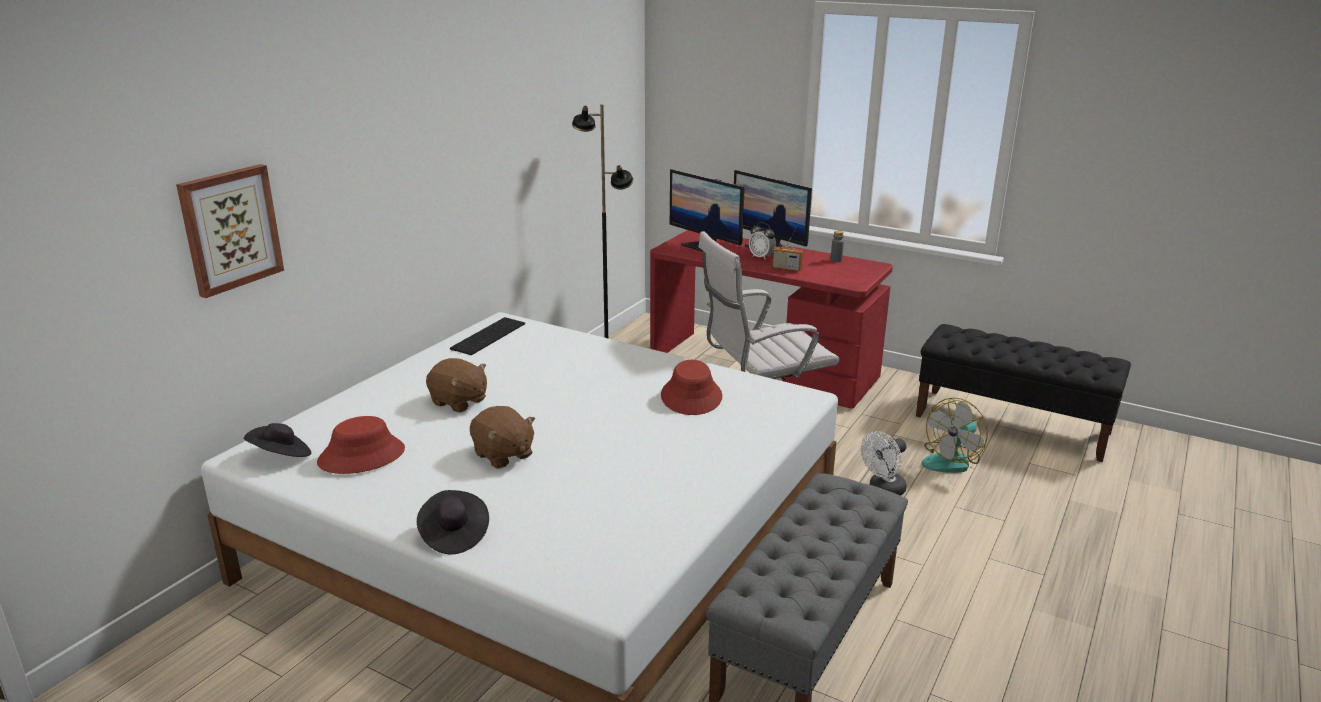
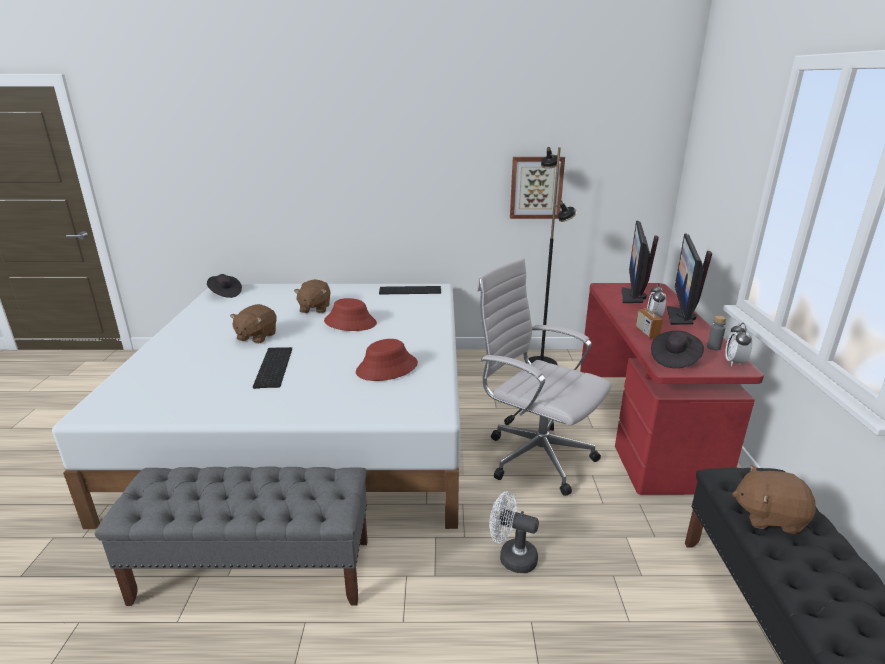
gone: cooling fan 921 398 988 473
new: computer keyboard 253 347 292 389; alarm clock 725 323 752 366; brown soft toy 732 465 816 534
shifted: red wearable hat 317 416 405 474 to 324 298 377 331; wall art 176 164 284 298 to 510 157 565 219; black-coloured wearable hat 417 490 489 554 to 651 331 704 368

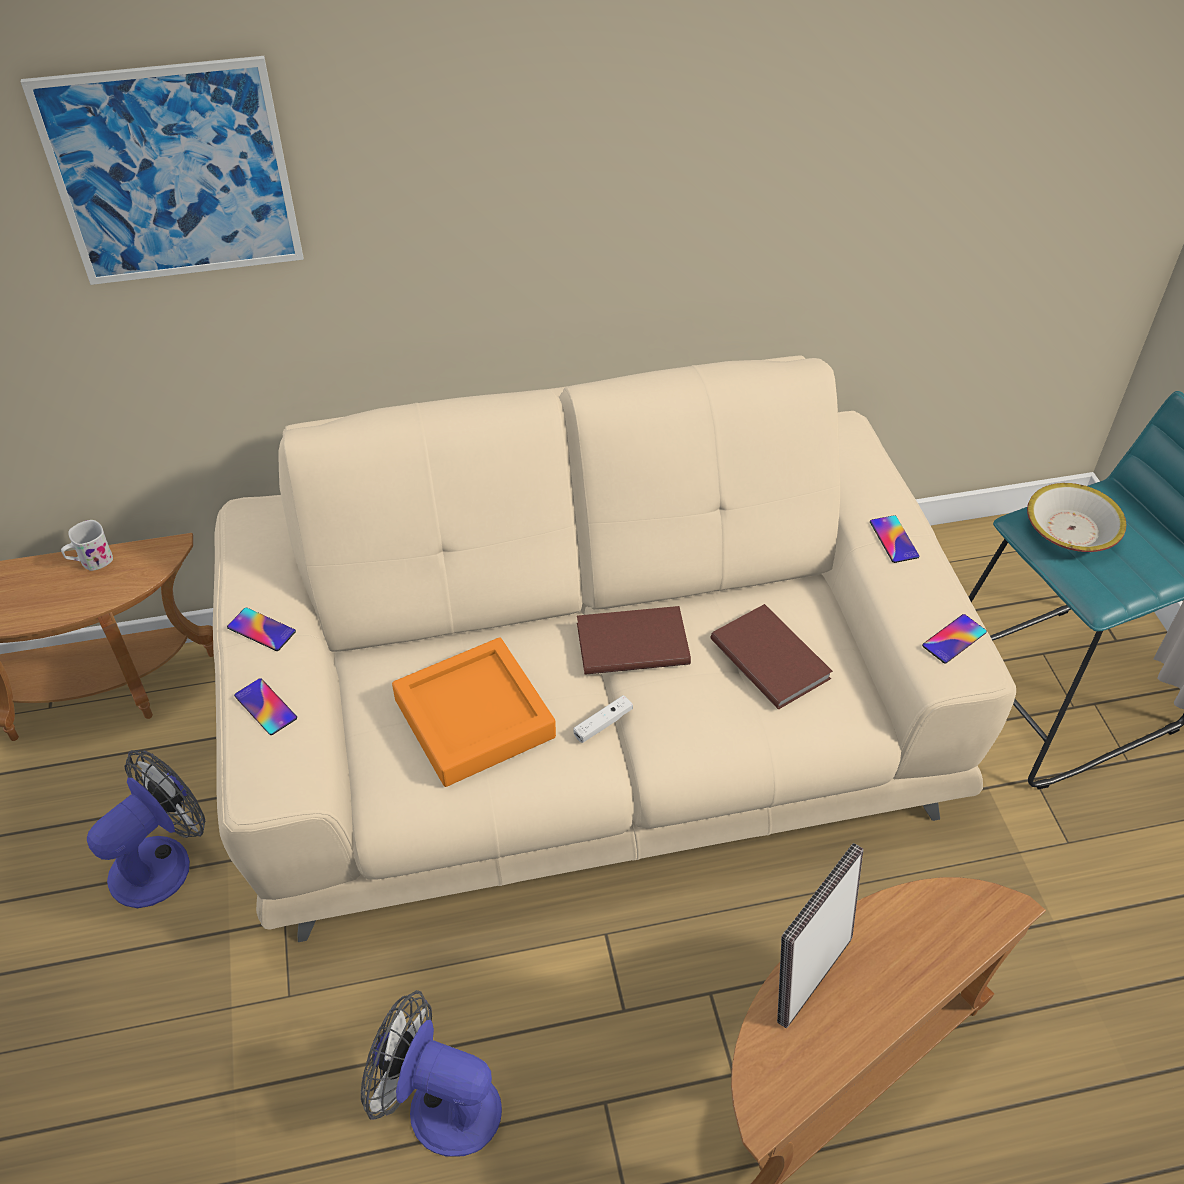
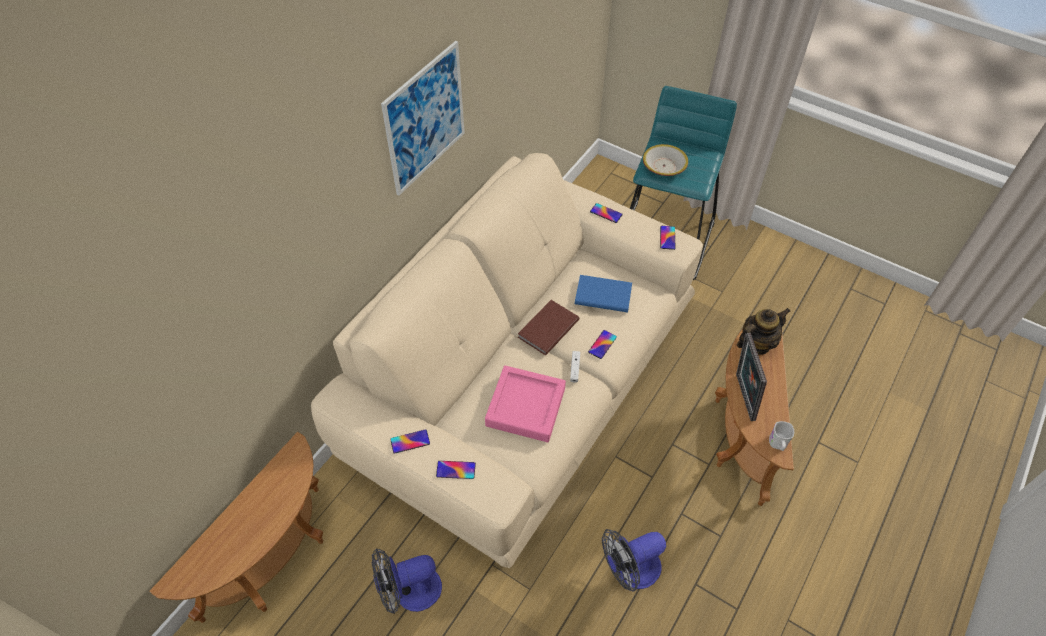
new: phone 588 330 617 359; tea pot 737 308 790 354
shifted: wall art 21 56 304 285 to 381 41 465 196; whitish tea mug 61 520 113 571 to 769 421 794 451
repainted: orangey carrying tray 392 637 556 787 to pinkish carrying tray 485 366 566 442; brown book 711 604 833 709 to blue book 575 275 632 312
rotated: cooling fan 87 750 206 908 = 372 548 442 614 105 degrees counterclockwise

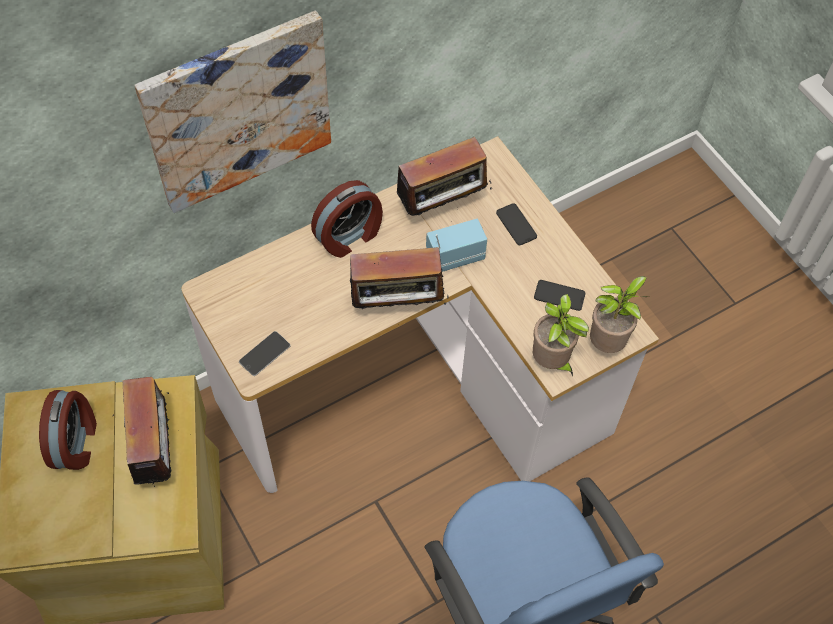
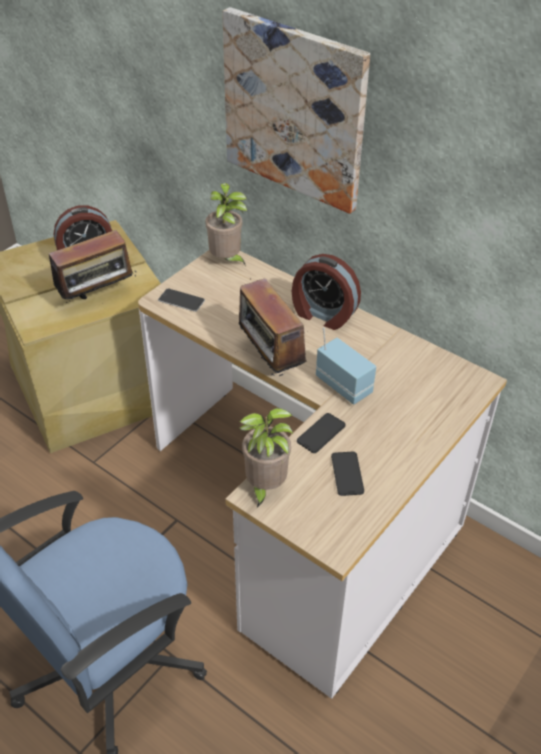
gone: radio 397 137 492 216
shifted: houseplant 590 276 649 353 to 205 183 247 266; phone 496 203 537 245 to 297 413 346 453

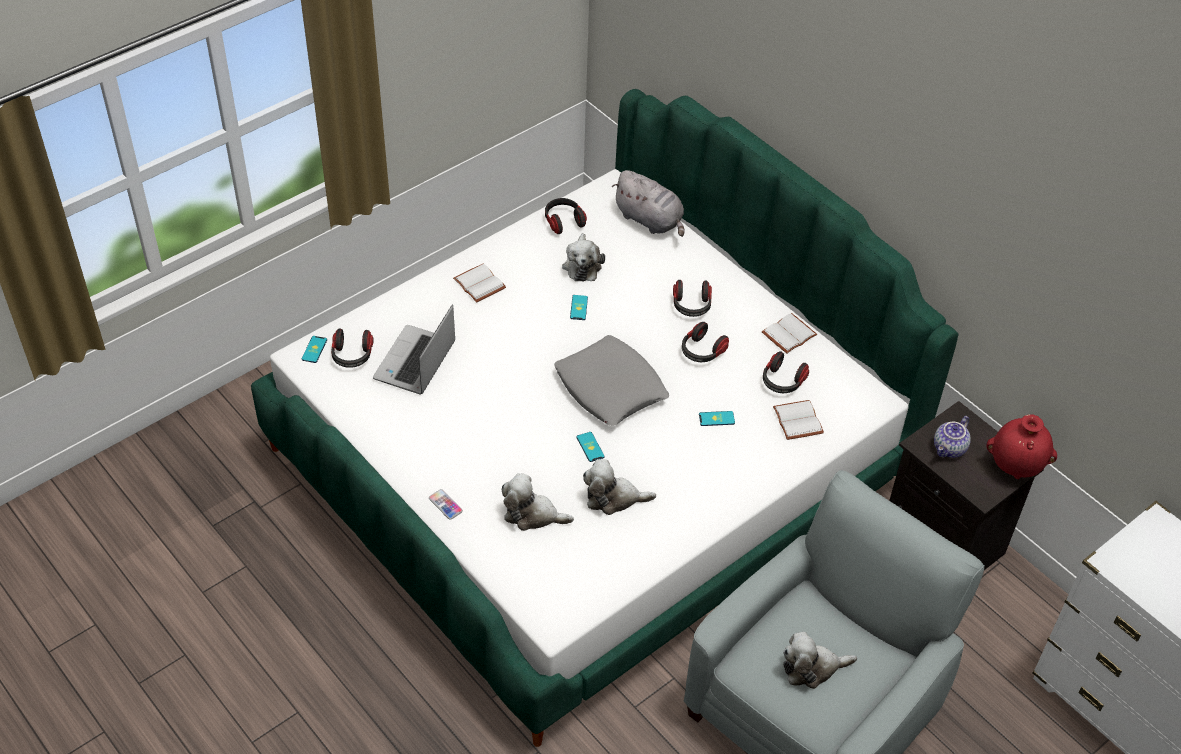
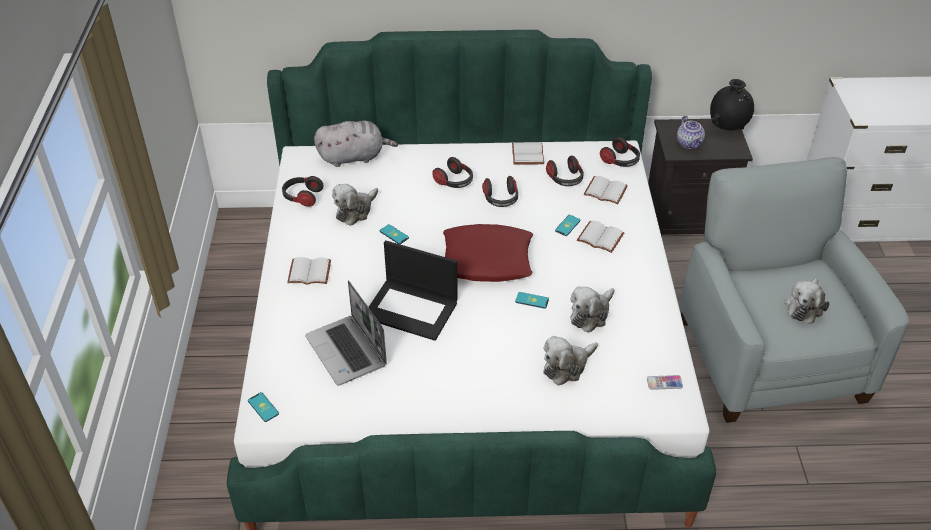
new: laptop 369 240 458 341; whitish book 577 220 624 253
shifted: headphones 331 329 373 368 to 600 137 640 167; phone 429 489 463 520 to 647 375 683 390
repainted: greyish pillow 554 335 670 426 to red pillow 443 224 533 282; red decorative vase 986 414 1057 479 to black-coloured decorative vase 710 79 754 130
rotated: soft toy 562 233 605 281 = 332 184 378 226 90 degrees clockwise

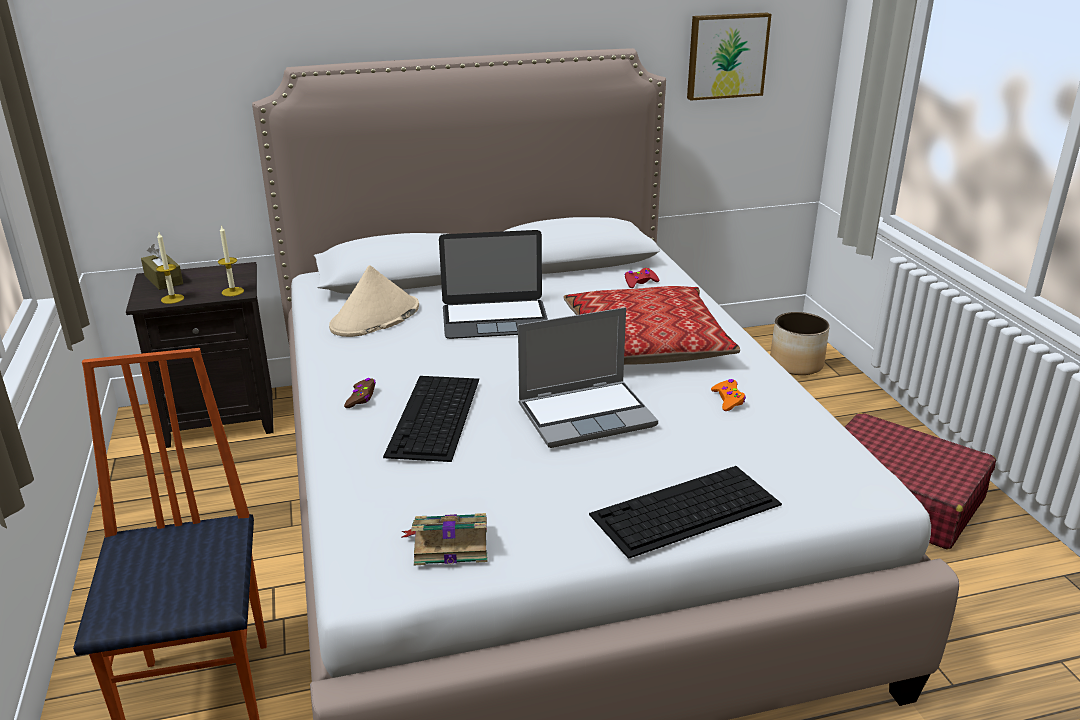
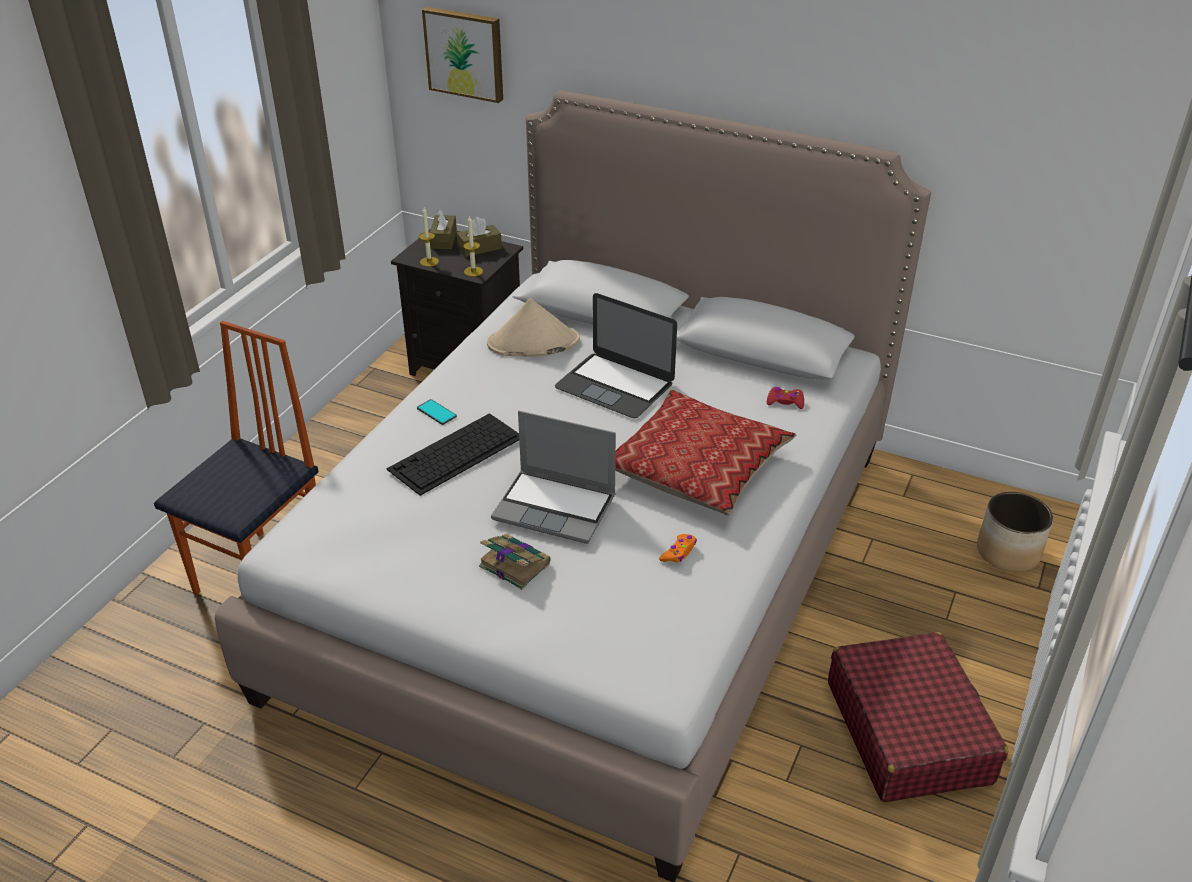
gone: computer keyboard 589 466 782 559
new: brown tissue holder 456 217 502 257
shifted: wall art 687 13 772 100 to 422 7 503 103; book 402 513 487 565 to 479 534 551 590
swapped: brown gamepad 344 378 376 408 to phone 417 399 457 425

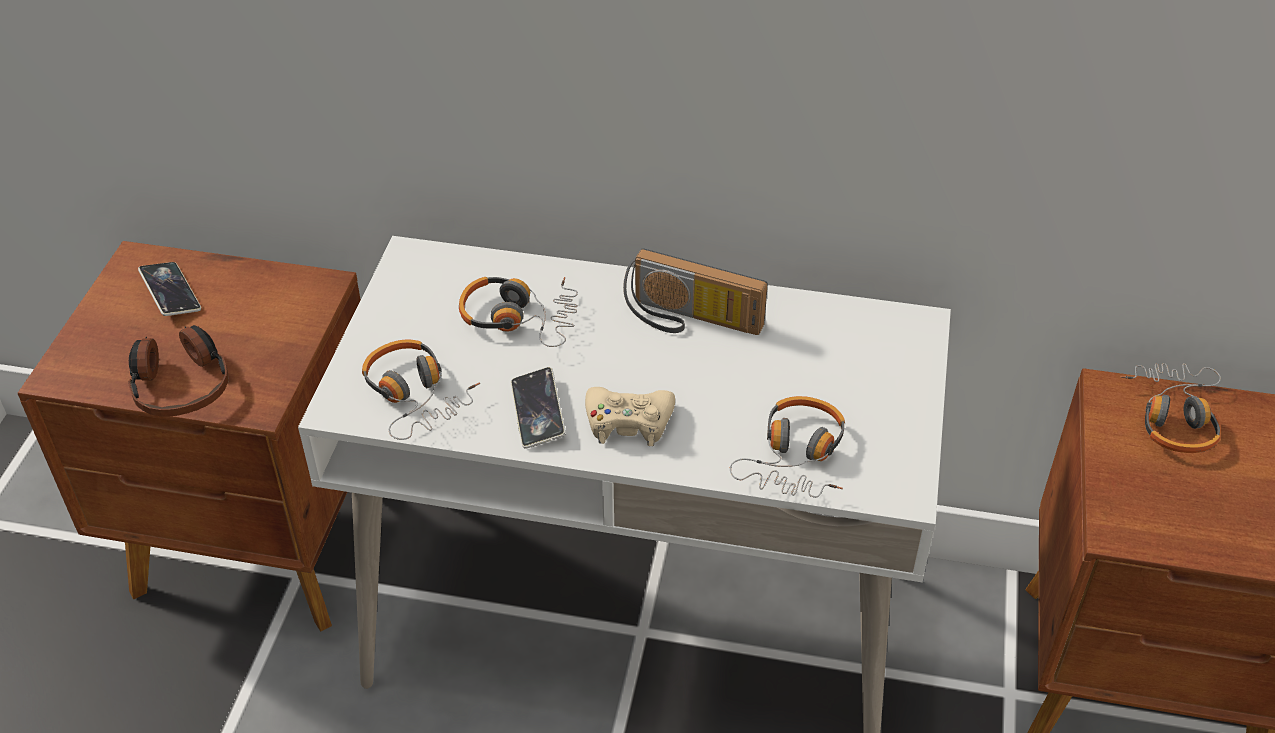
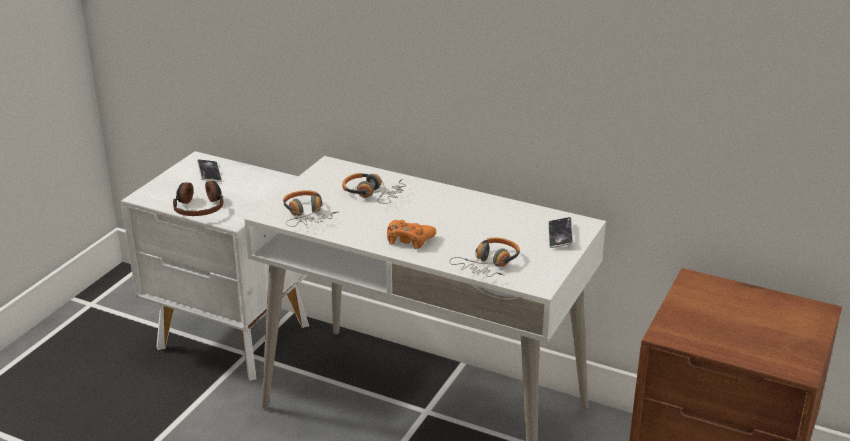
gone: radio 623 248 768 335; headphones 1120 363 1221 453
shifted: phone 511 367 566 448 to 548 217 573 248
repainted: brown night table 18 241 361 631 to whitish night table 121 151 309 381; beige-coloured gamepad 585 387 675 446 to orangey gamepad 387 220 436 249

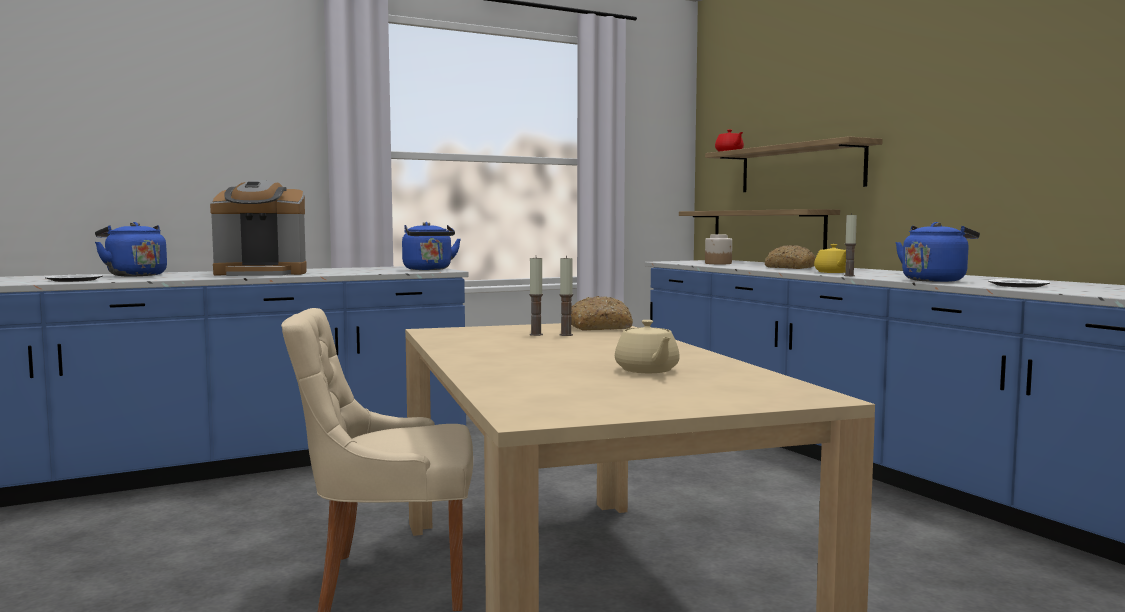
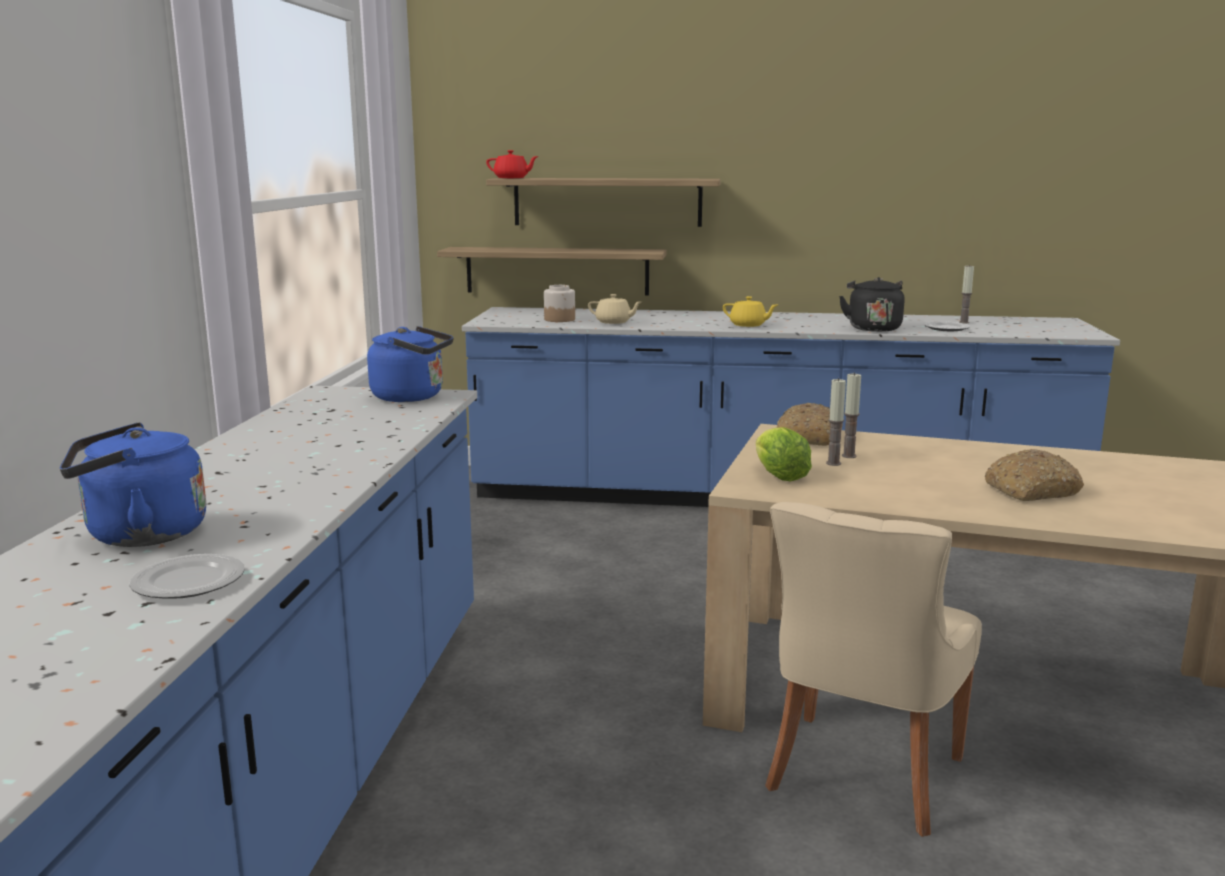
gone: coffee machine 210 180 307 276
new: head of lettuce 756 427 812 481
shifted: beige-coloured tea pot 615 320 680 373 to 588 294 643 324; wax light 844 213 857 276 to 959 264 974 323; baked bread 765 245 816 269 to 985 449 1084 501
repainted: blue water kettle 895 222 980 282 to black-coloured water kettle 839 277 905 332

